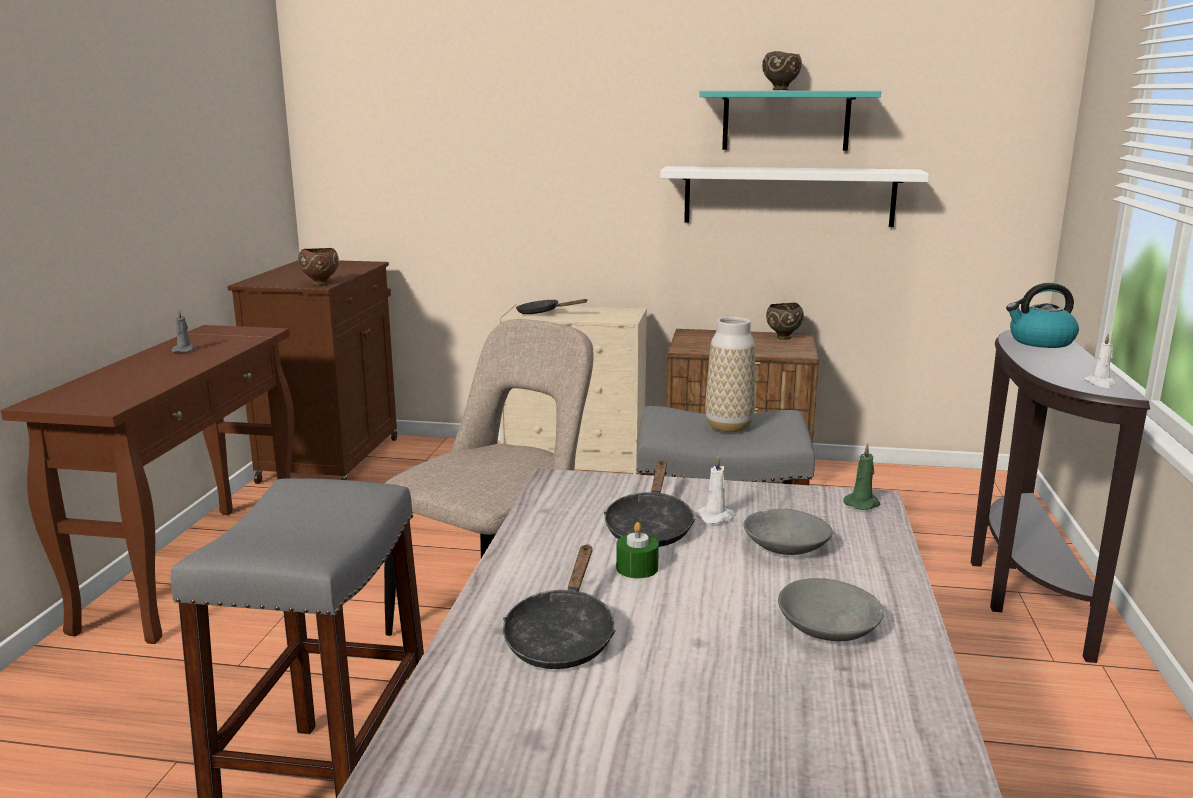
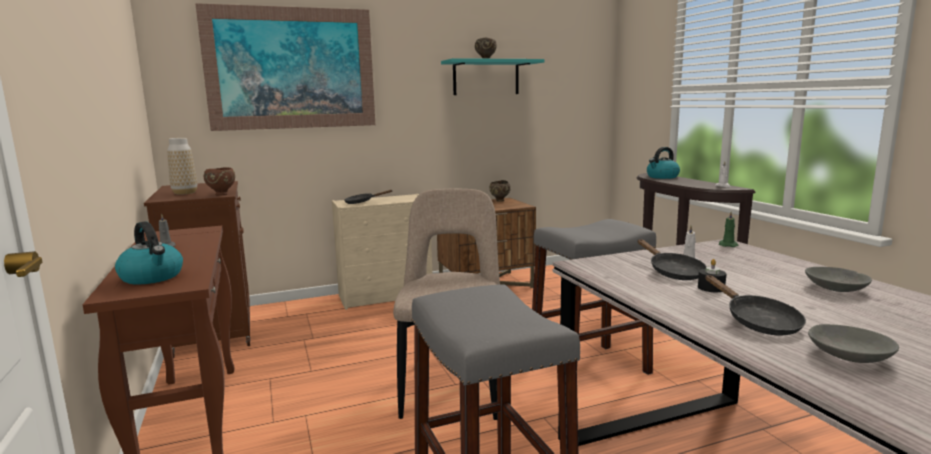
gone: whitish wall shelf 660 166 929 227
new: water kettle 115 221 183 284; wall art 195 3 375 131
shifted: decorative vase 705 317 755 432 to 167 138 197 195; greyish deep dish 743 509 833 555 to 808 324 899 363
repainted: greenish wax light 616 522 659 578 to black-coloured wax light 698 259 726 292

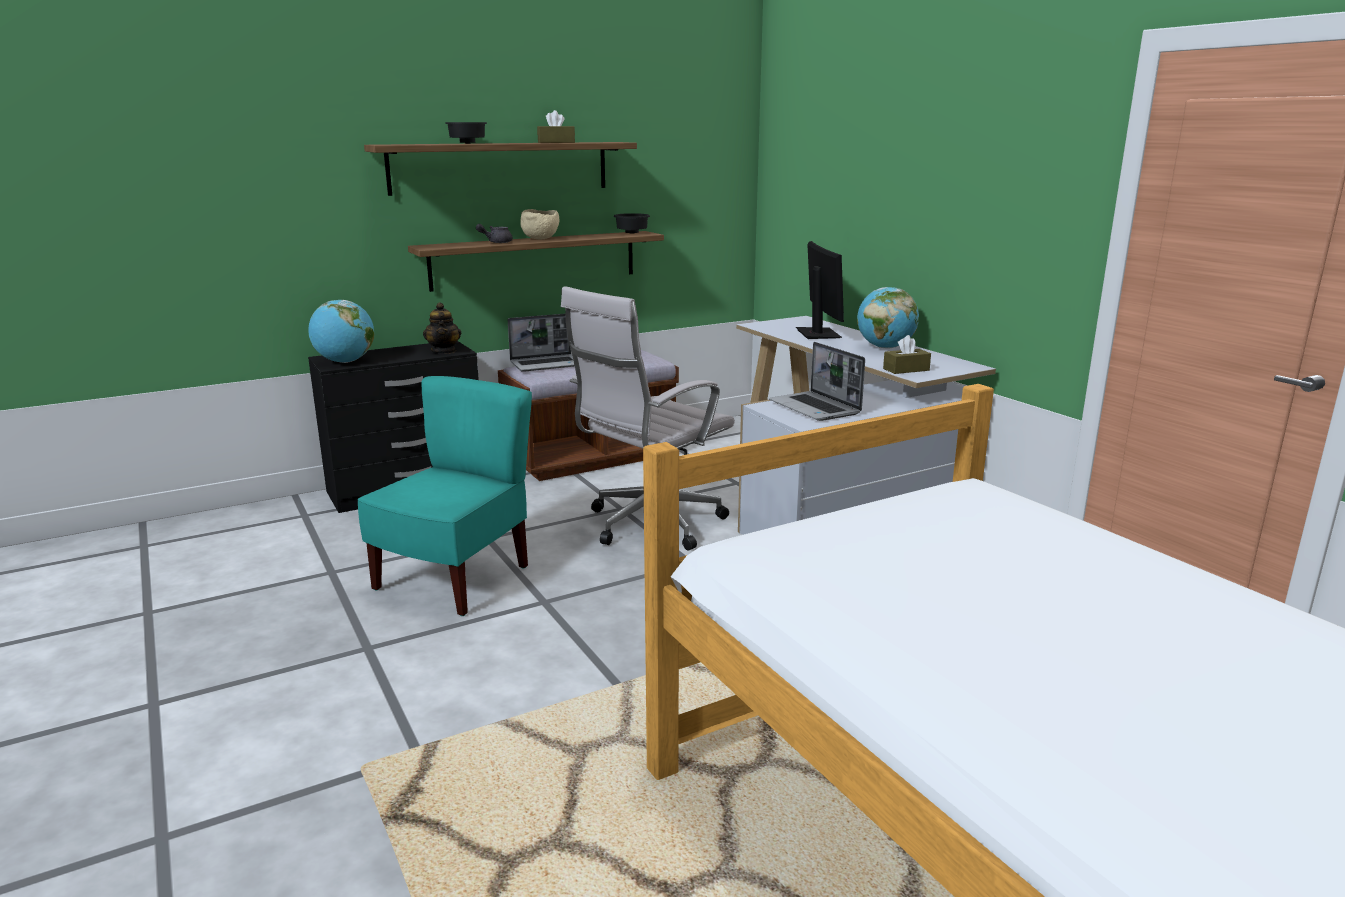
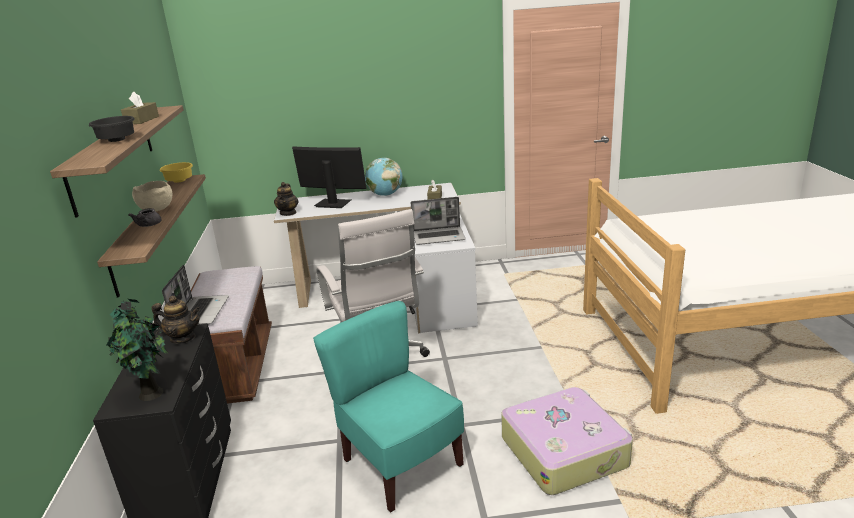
new: tea pot 274 182 299 216; suitcase 501 387 633 495
swapped: world globe 308 300 374 363 to houseplant 107 299 169 401
repainted: black-coloured deep dish 614 213 650 234 to yellow deep dish 160 162 193 183

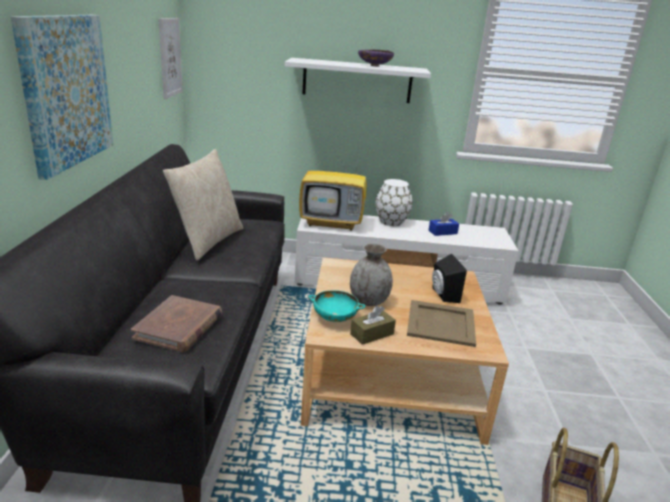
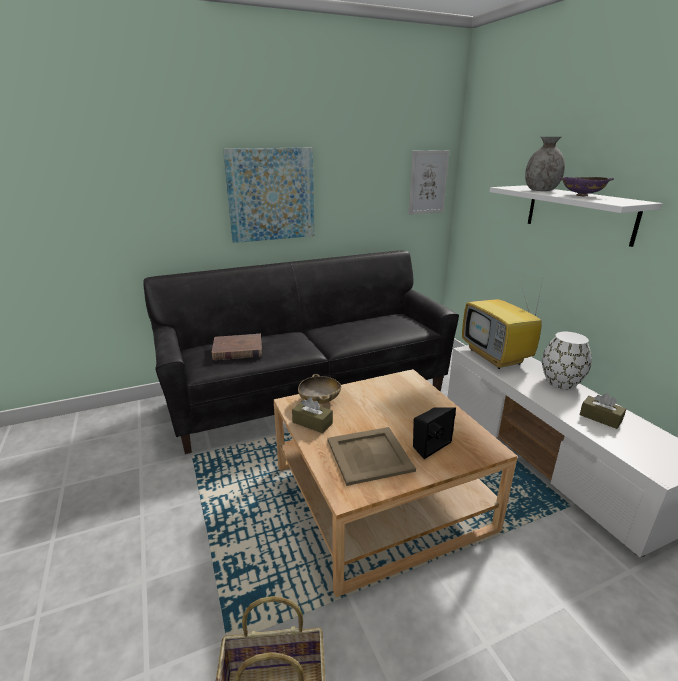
gone: beige-coloured pillow 163 149 243 261
shifted: greyish decorative vase 350 244 393 306 to 525 137 565 191
repainted: blue-green deep dish 308 290 365 322 to beige-coloured deep dish 298 374 341 404; blue tissue holder 428 212 459 236 to brown tissue holder 579 393 626 429

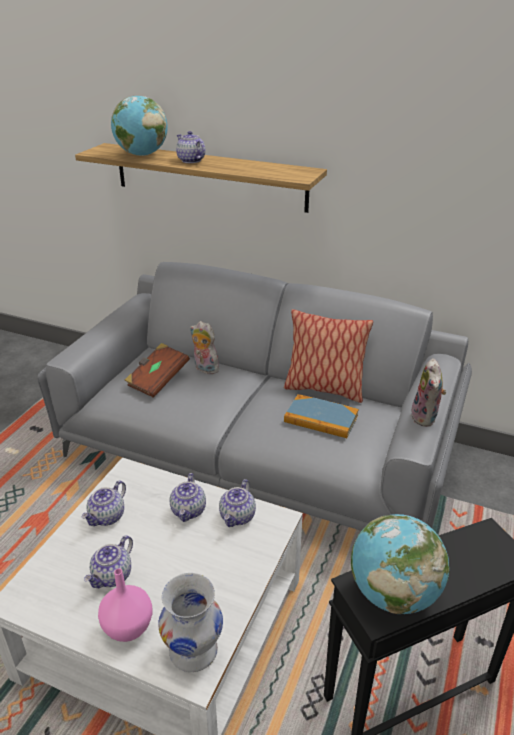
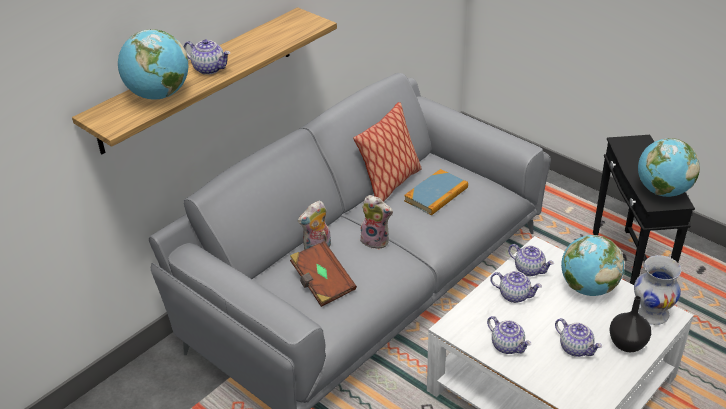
new: world globe 561 235 624 296
shifted: soft toy 411 358 446 427 to 360 195 393 249
repainted: pinkish decorative vase 98 568 152 642 to black-coloured decorative vase 610 296 651 352
rotated: tea pot 176 131 205 163 = 184 39 230 75 135 degrees counterclockwise

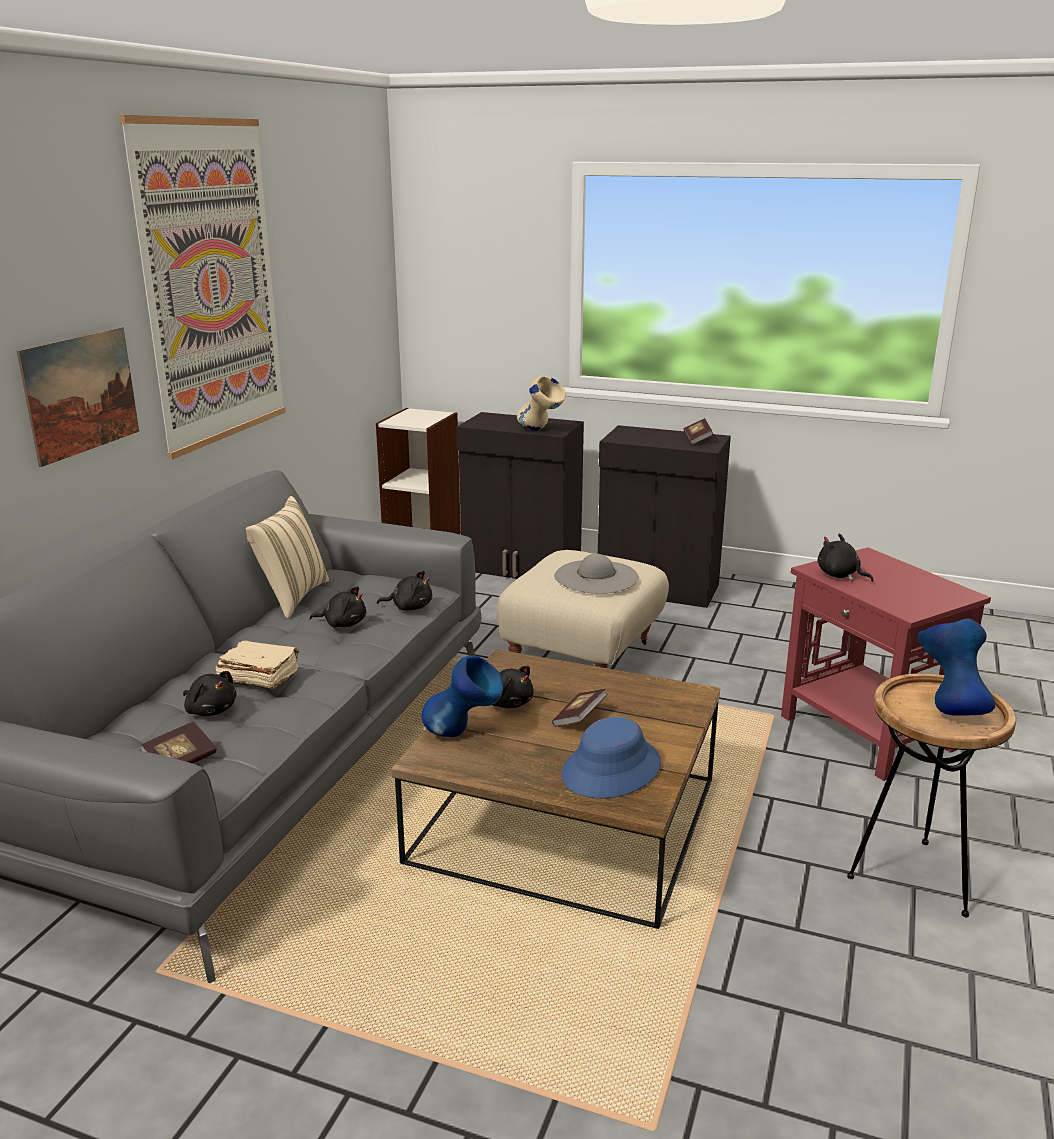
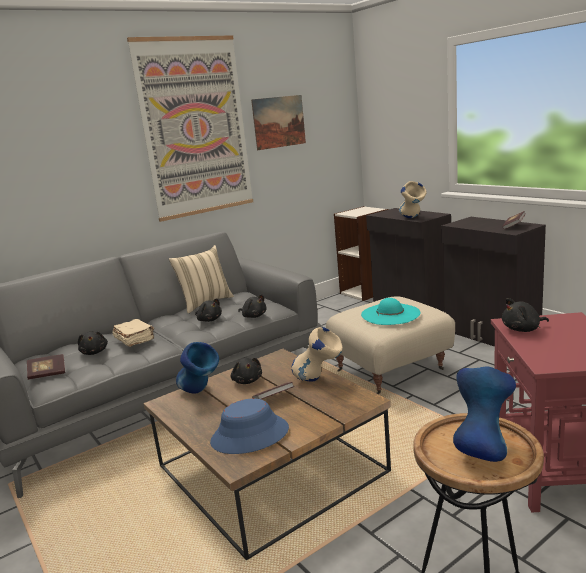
new: beige-coloured decorative vase 291 327 343 381
shifted: wall art 16 327 139 467 to 251 95 306 150
repainted: greyish wearable hat 554 554 638 594 to blue-green wearable hat 361 298 420 325
rotated: black-coloured soft toy 818 534 873 582 = 502 298 549 332 90 degrees counterclockwise

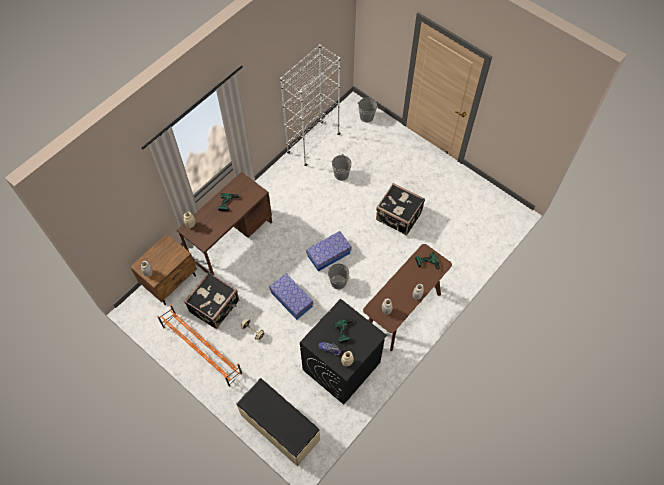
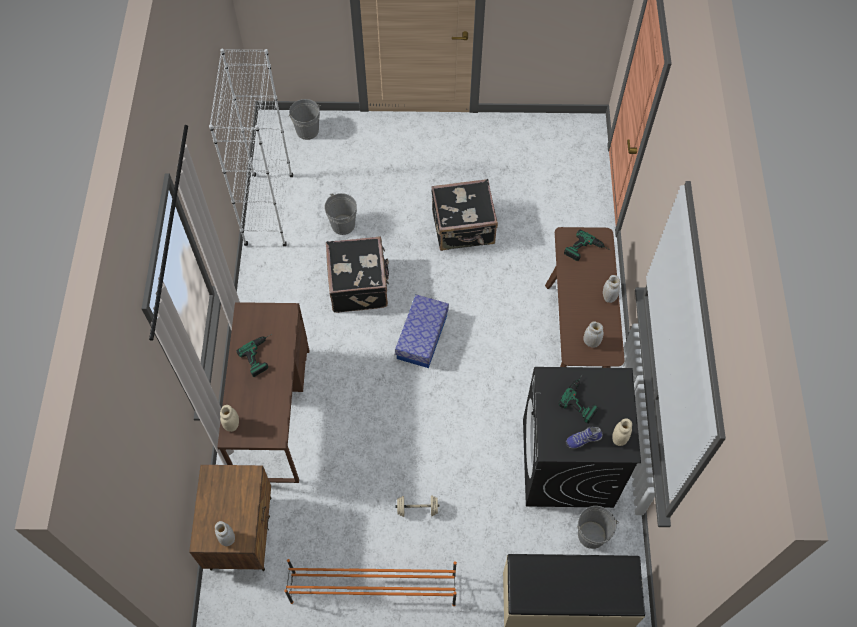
gone: storage bin 269 274 313 320
shifted: black-coloured suitcase 184 272 239 329 to 326 237 389 313; greyish bucket 328 263 349 289 to 577 506 619 549

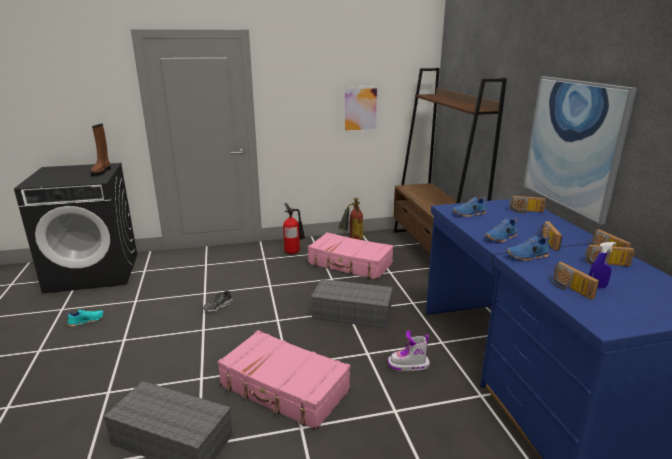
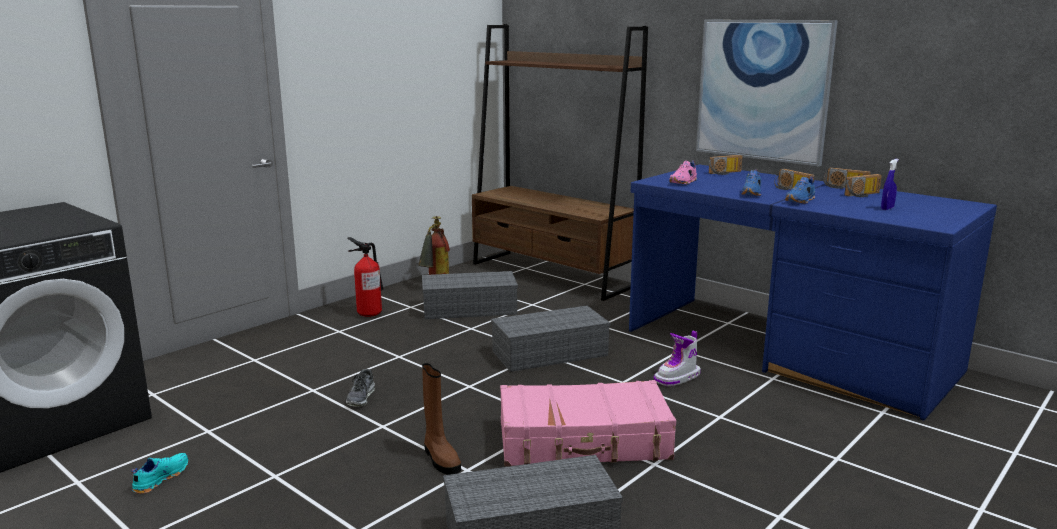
gone: wall art 342 86 379 133; radio 550 262 599 300
shifted: brown tall boot 90 124 111 176 to 422 363 461 475
swapped: pinkish suitcase 308 232 393 280 to greyish storage bin 422 271 518 319
repainted: blue shoe 453 197 487 217 to pinkish shoe 669 160 697 185

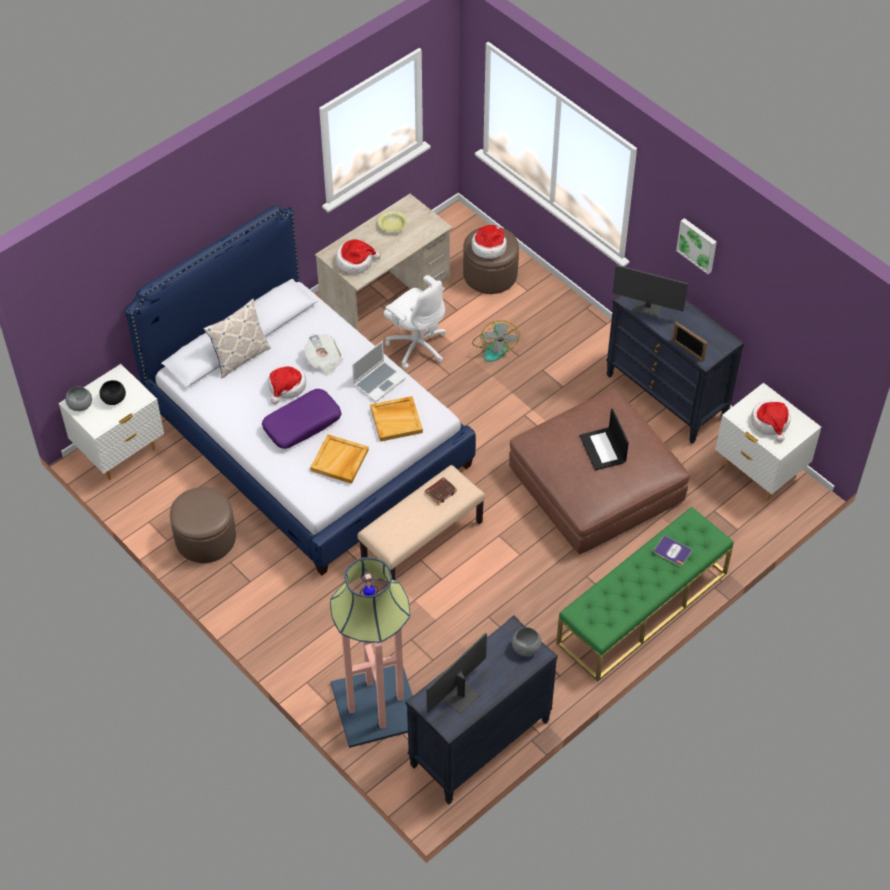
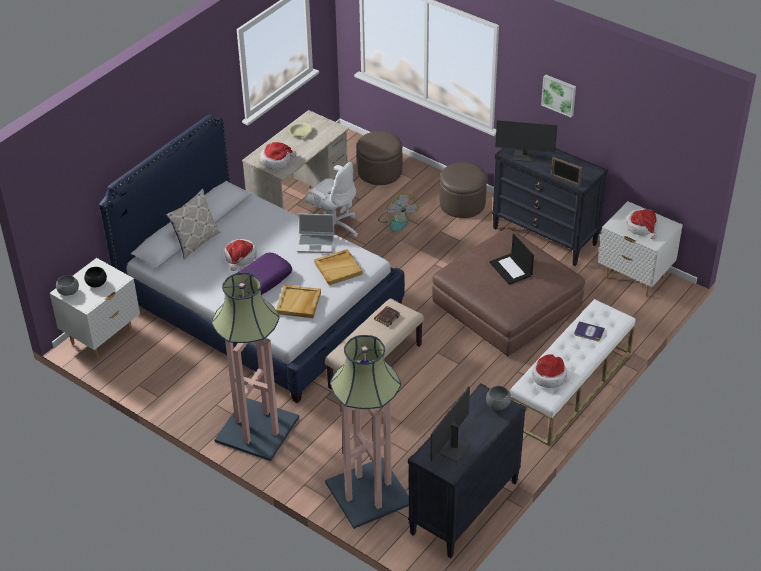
gone: daily paper 304 334 343 375
new: standard lamp 211 272 299 461
shifted: brown pouffe 170 487 236 563 to 440 162 487 218; wearable hat 471 225 507 259 to 532 354 567 388
repainted: greenish bench 556 507 734 681 to whitish bench 510 299 636 446
rotated: laptop 352 341 406 402 = 297 214 335 253 60 degrees clockwise

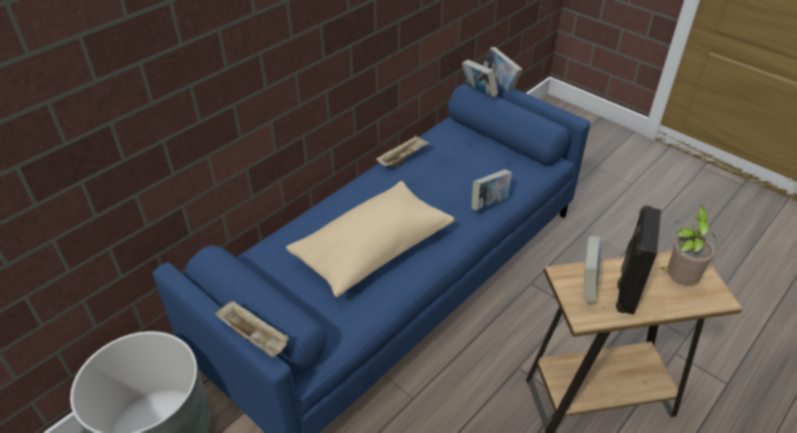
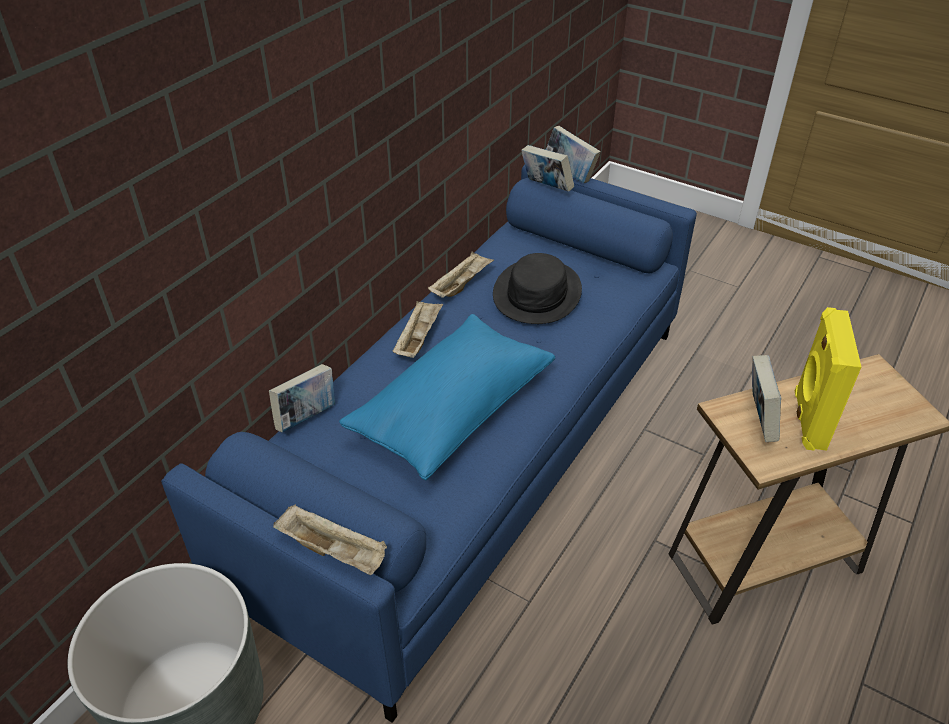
gone: houseplant 660 205 716 284
new: beige-coloured carrying tray 392 300 443 358; black-coloured wearable hat 493 253 582 324
shifted: book 472 169 512 211 to 269 364 335 432
repainted: beige-coloured pillow 286 181 455 297 to blue pillow 339 314 555 481; black-coloured loudspeaker 616 205 661 315 to yellow loudspeaker 795 307 861 451

